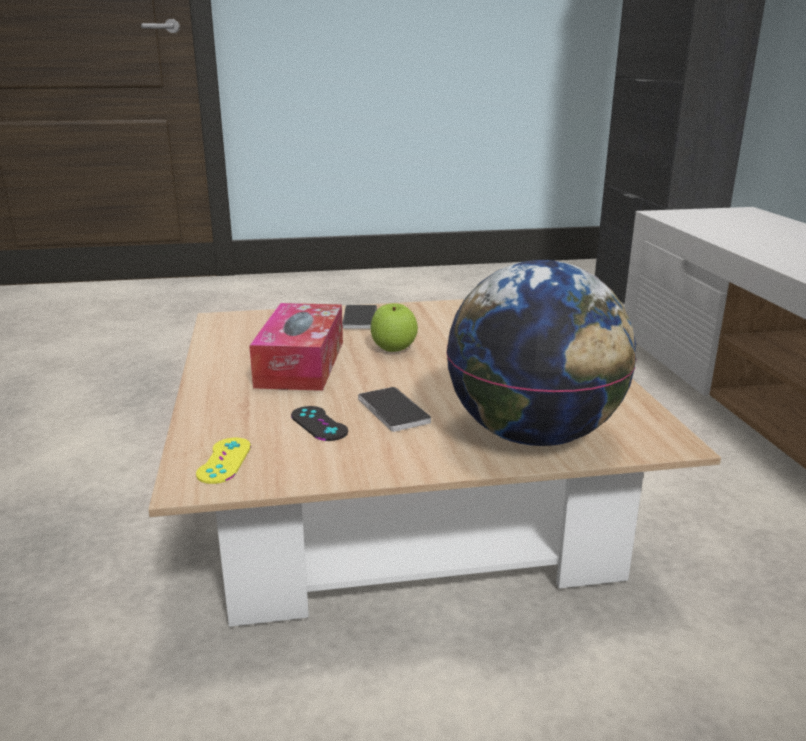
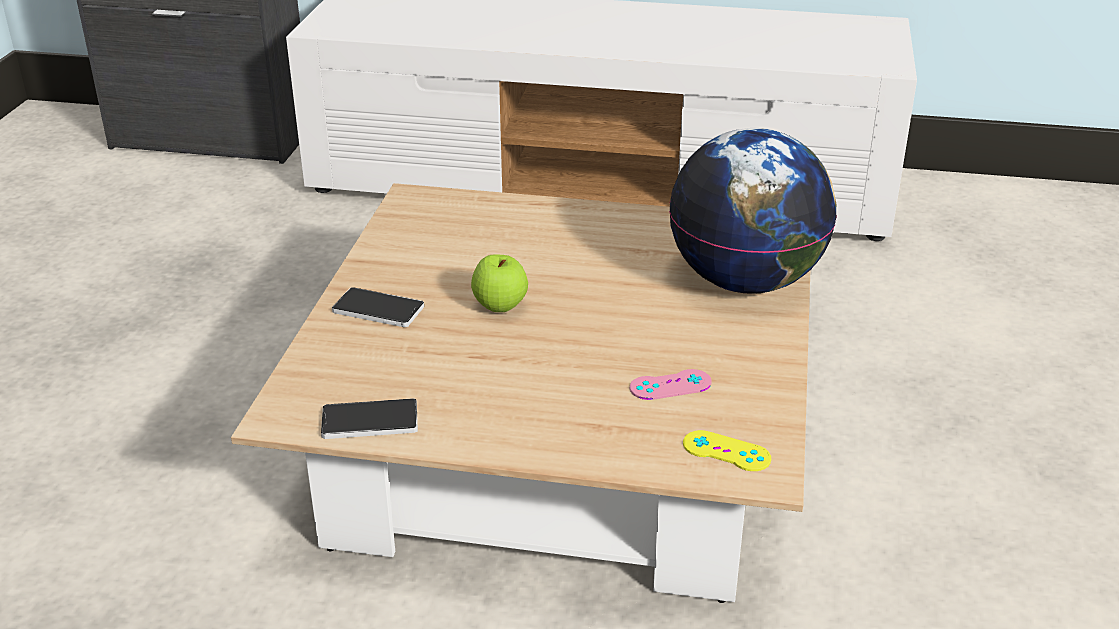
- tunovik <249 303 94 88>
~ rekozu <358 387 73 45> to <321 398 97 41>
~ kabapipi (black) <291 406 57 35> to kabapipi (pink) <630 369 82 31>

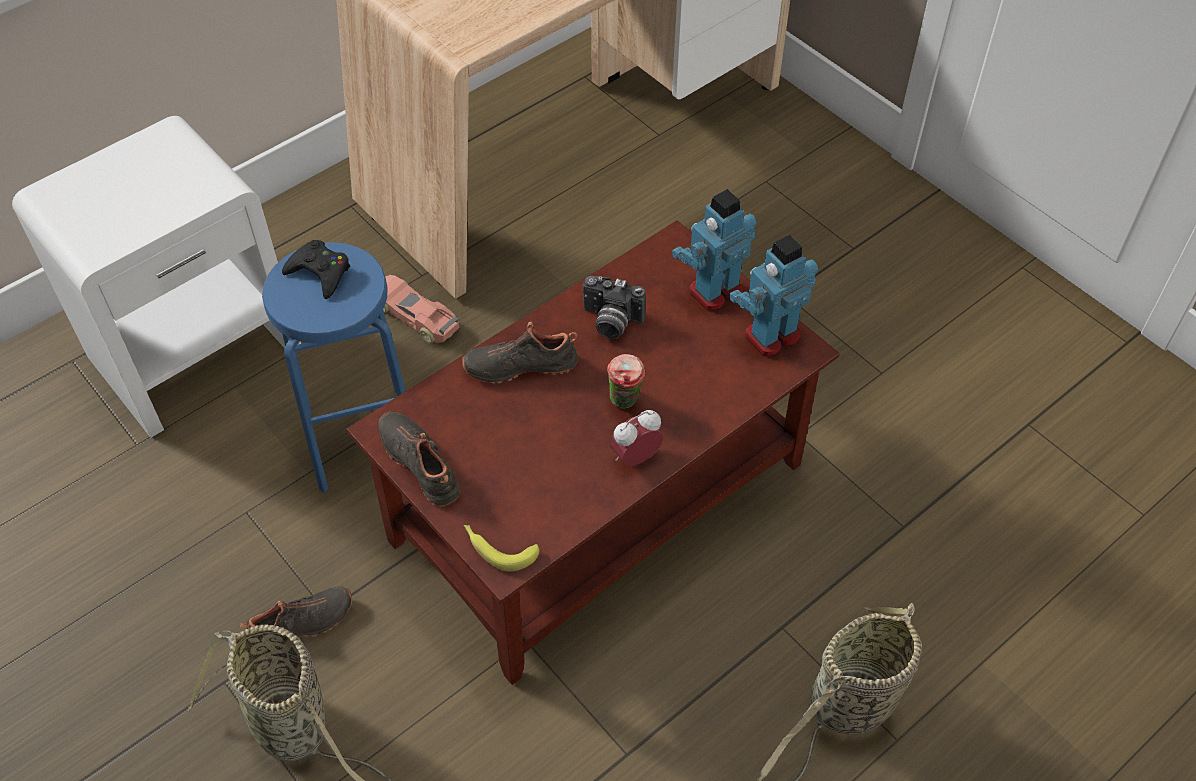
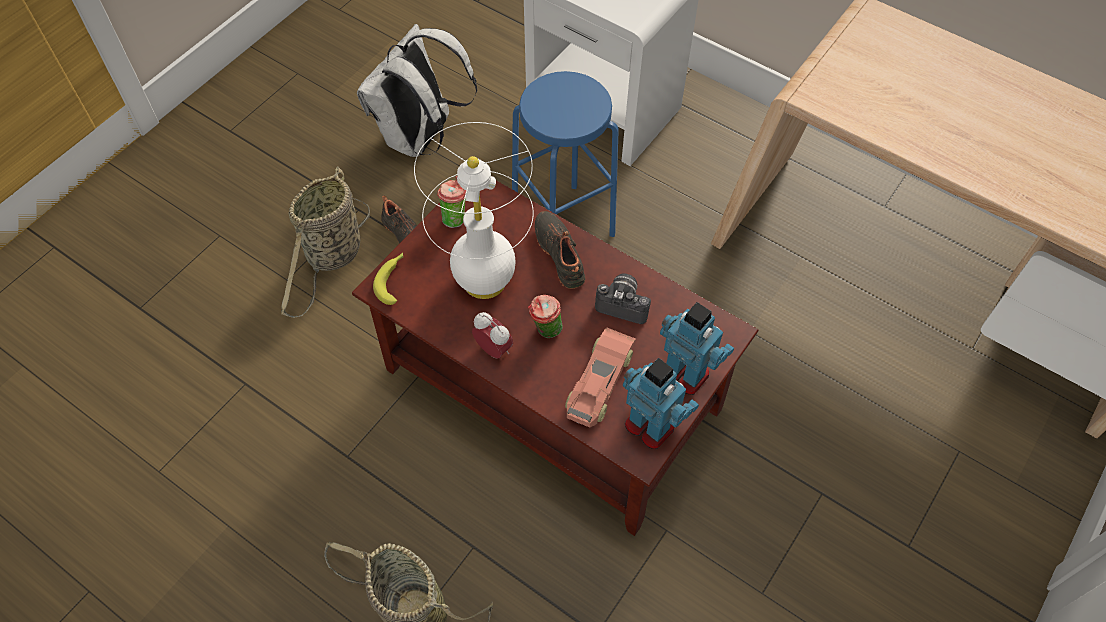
- kabapipi (black) <282 240 68 59>
+ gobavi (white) <357 24 120 133>
+ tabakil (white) <414 122 120 177>
~ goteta <383 275 76 68> to <565 328 71 100>
~ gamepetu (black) <378 411 82 95> to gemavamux <437 176 29 52>
~ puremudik <583 276 63 63> = <595 274 56 50> 105 degrees clockwise

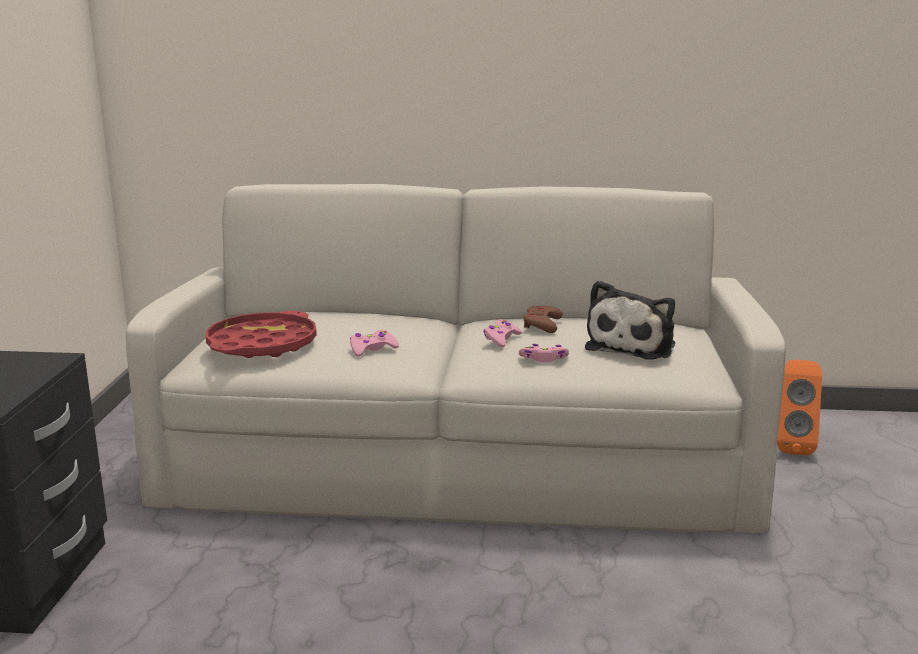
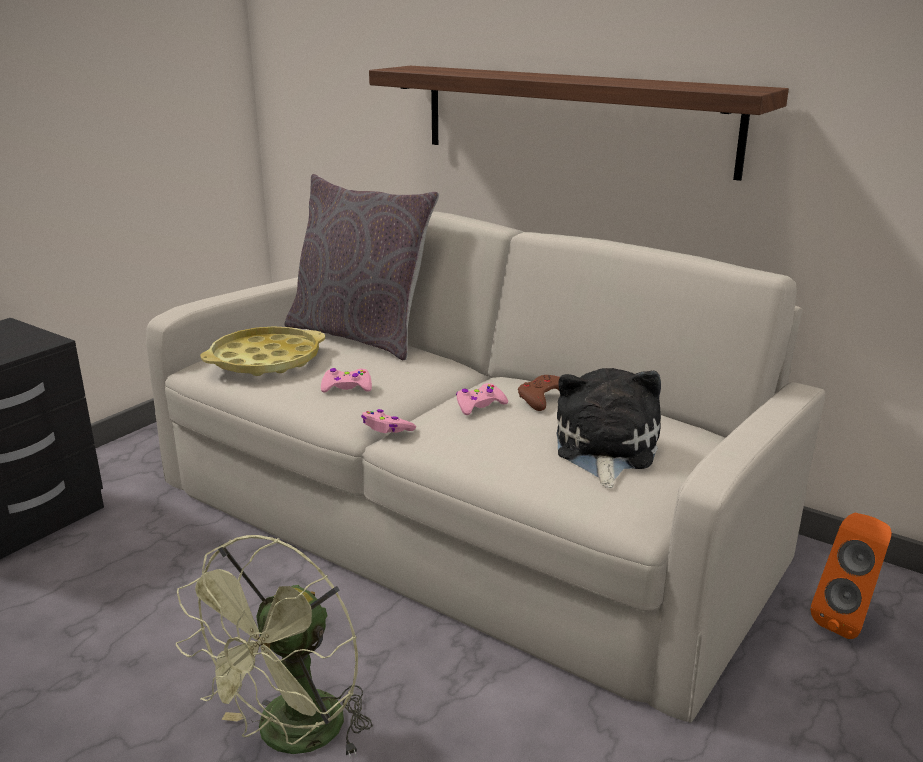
+ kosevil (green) <176 535 197 224>
+ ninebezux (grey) <285 174 154 187>
+ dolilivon <369 66 420 115>
~ kabapipi (pink) <519 344 50 18> to <361 409 55 24>
~ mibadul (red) <206 311 111 47> to mibadul (yellow) <200 326 125 50>
~ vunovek <585 280 90 80> = <557 368 104 120> 135 degrees clockwise

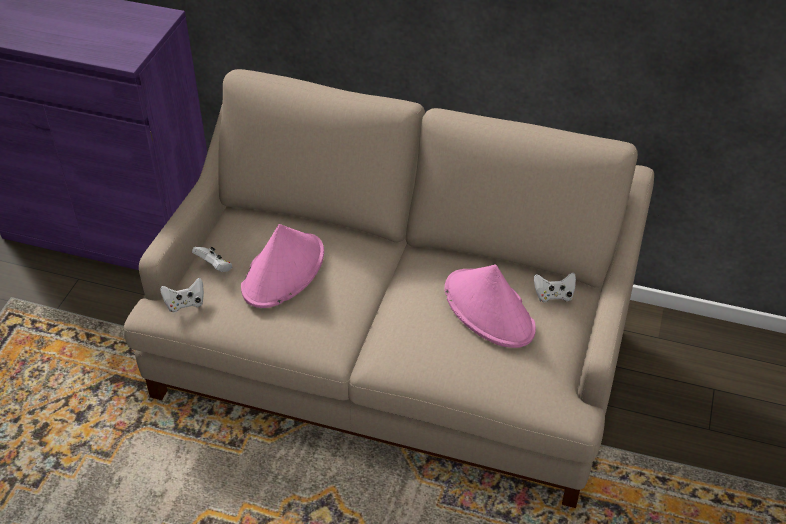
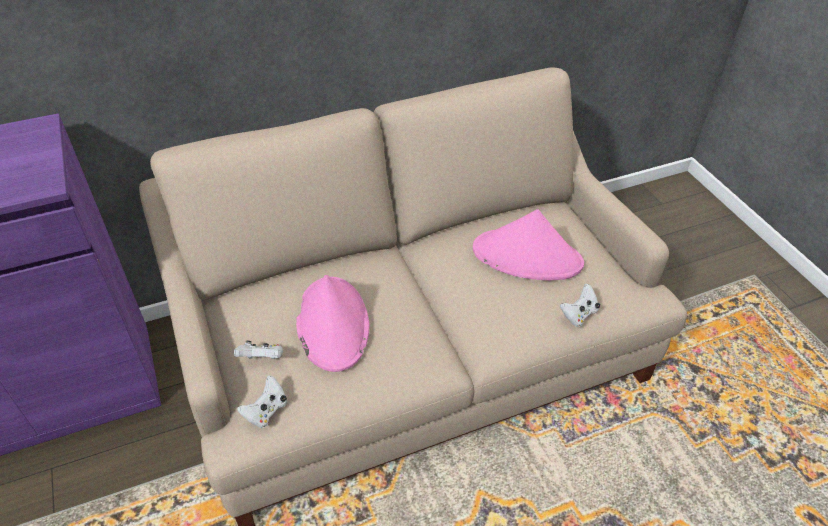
~ kabapipi (white) <534 272 42 30> to <560 284 40 43>

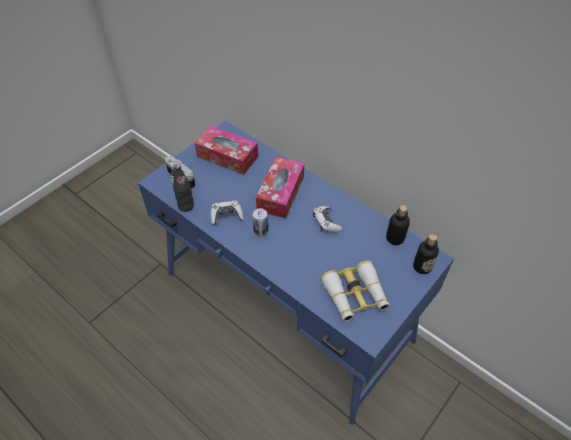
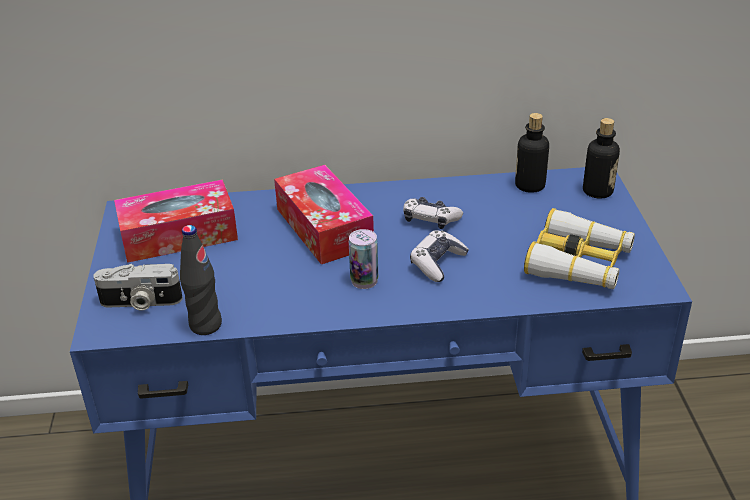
~ kabapipi <211 200 33 25> to <410 230 59 52>

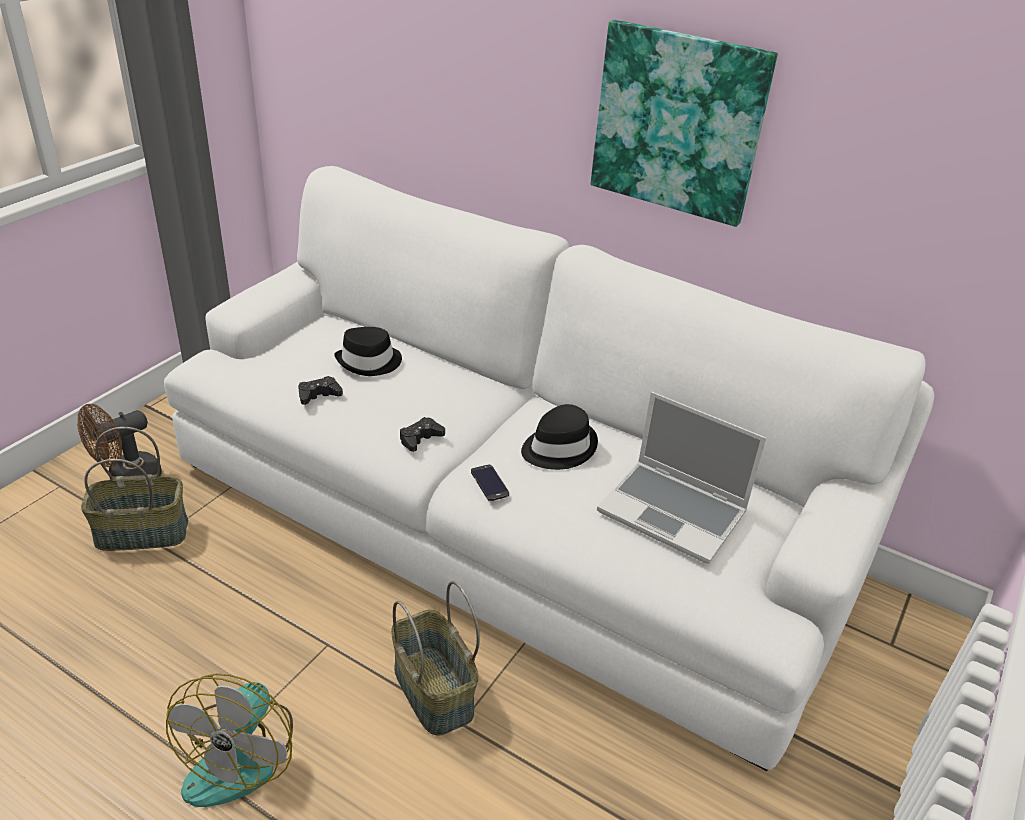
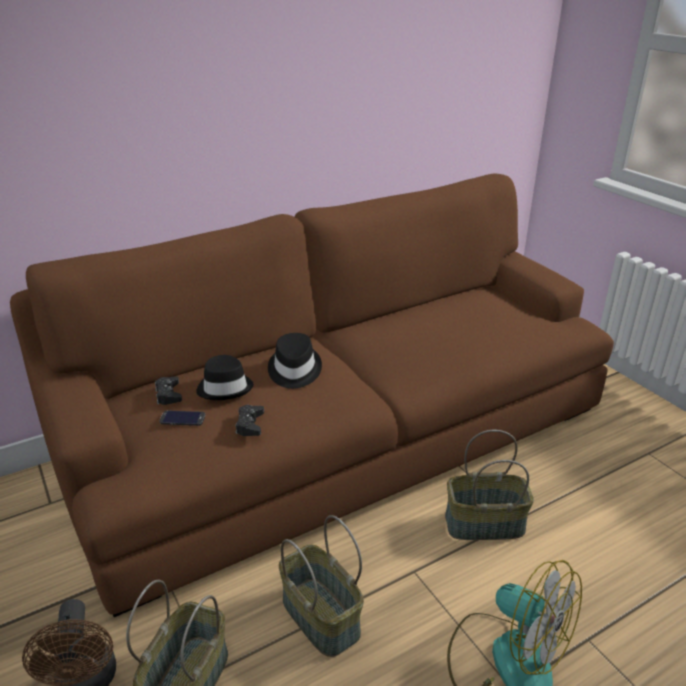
- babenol <591 20 187 207>
- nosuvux <597 392 169 172>
+ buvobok <279 515 85 142>
~ kabapipi (black) <400 417 45 35> to <155 376 27 29>
~ rekozu <471 464 38 37> to <159 410 47 16>
~ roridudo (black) <521 404 77 66> to <268 333 54 56>
~ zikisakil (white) <164 166 771 605> to zikisakil (brown) <10 174 604 443>

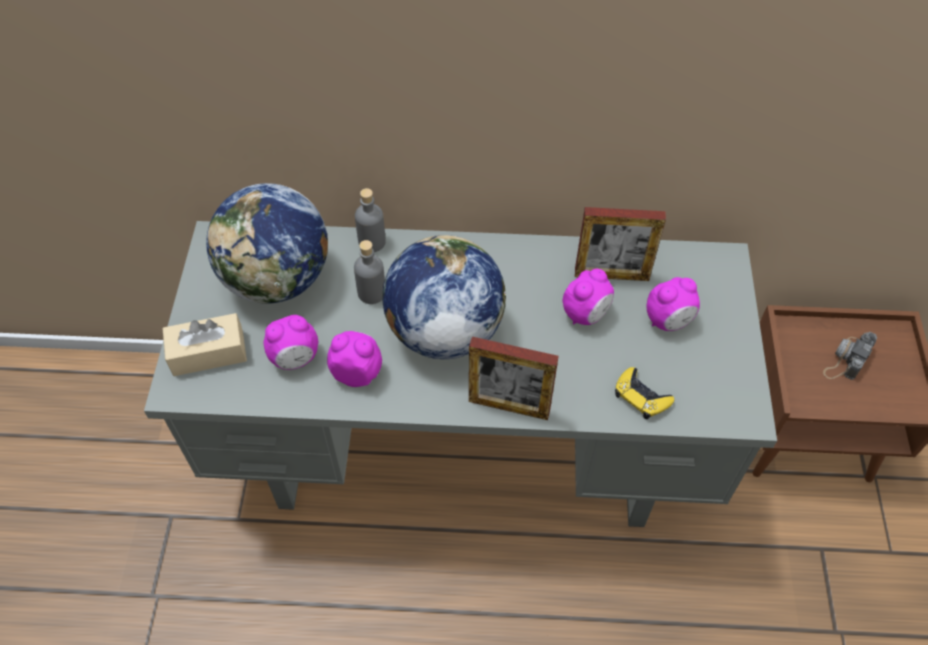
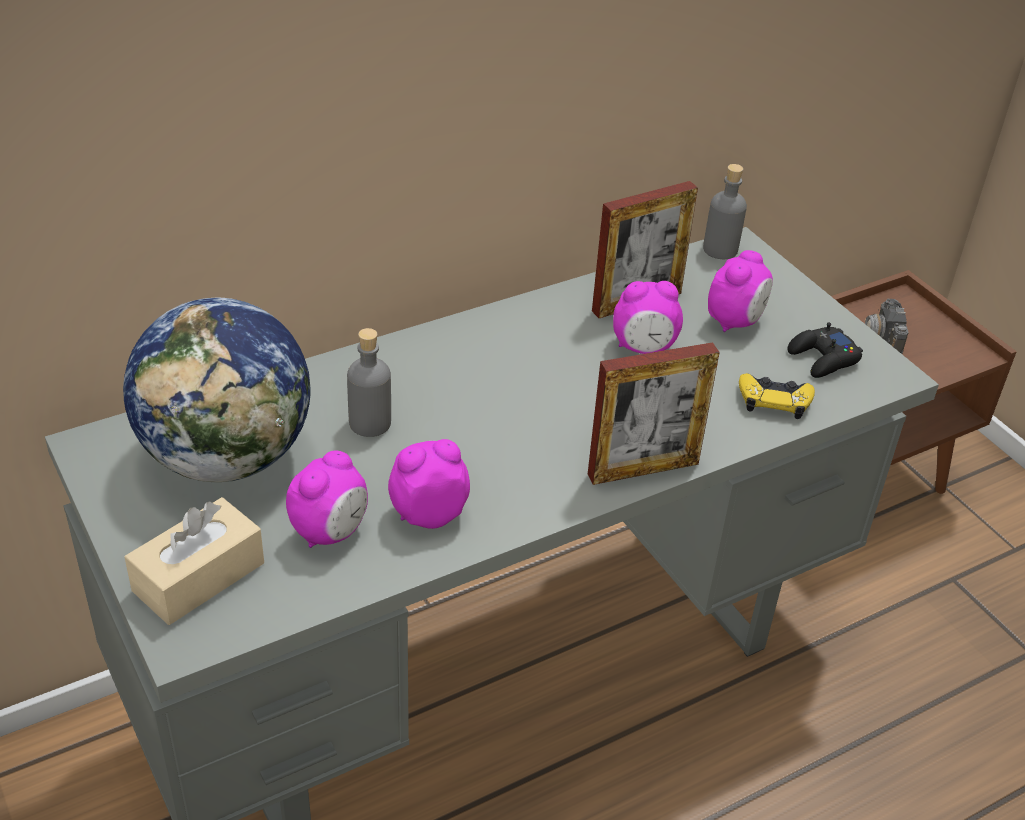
- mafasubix <382 235 124 124>
+ kabapipi (black) <787 322 76 56>
~ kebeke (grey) <355 188 31 64> to <703 164 44 95>
~ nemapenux <563 269 51 56> = <613 281 70 73> 75 degrees clockwise

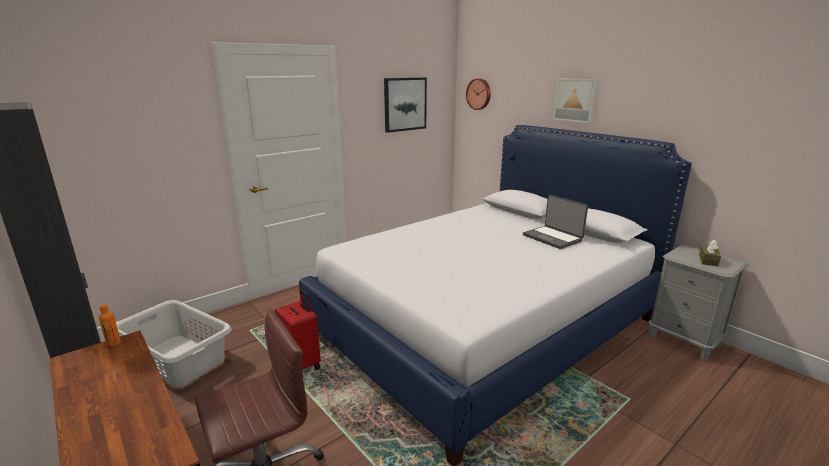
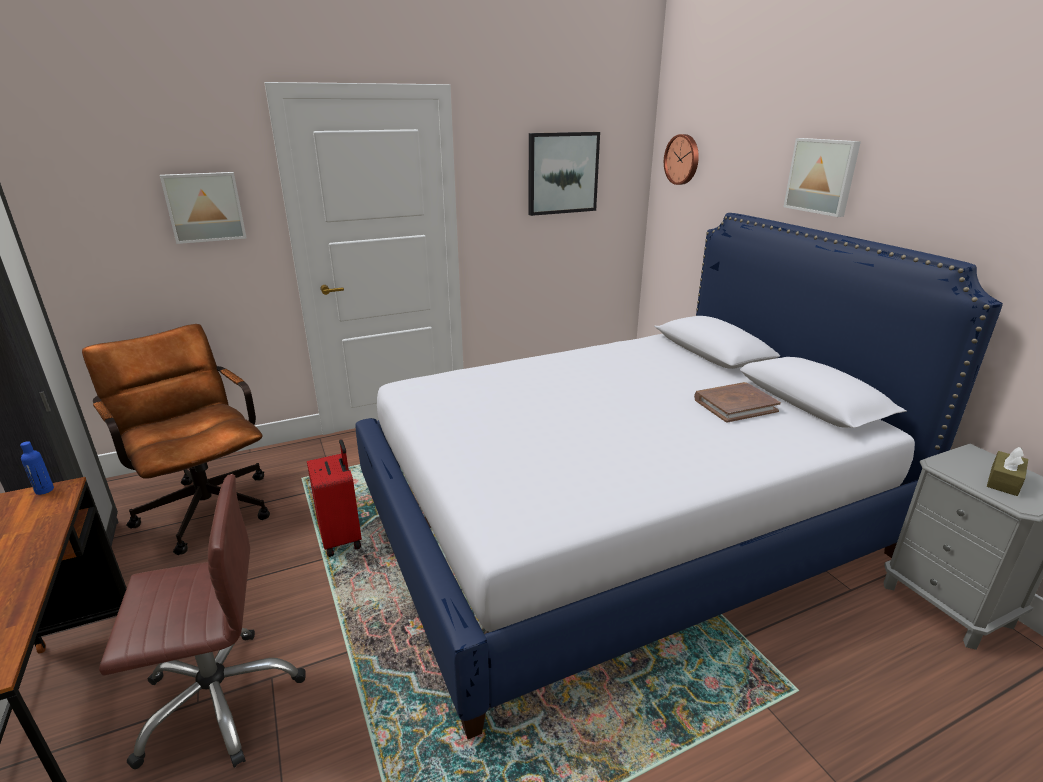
+ babenol <160 172 87 72>
~ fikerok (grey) <116 300 116 87> to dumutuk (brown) <82 324 188 231>
~ nosuvux <523 195 65 54> to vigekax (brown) <694 382 87 41>
~ kebeke (orange) <99 304 22 43> to kebeke (blue) <20 441 34 54>

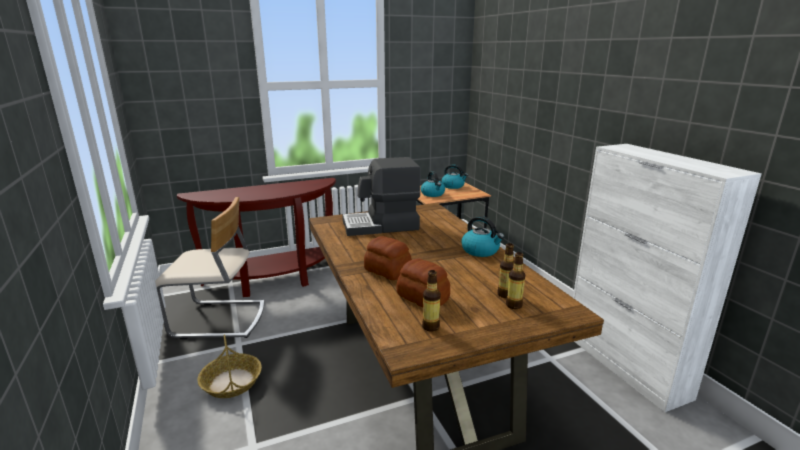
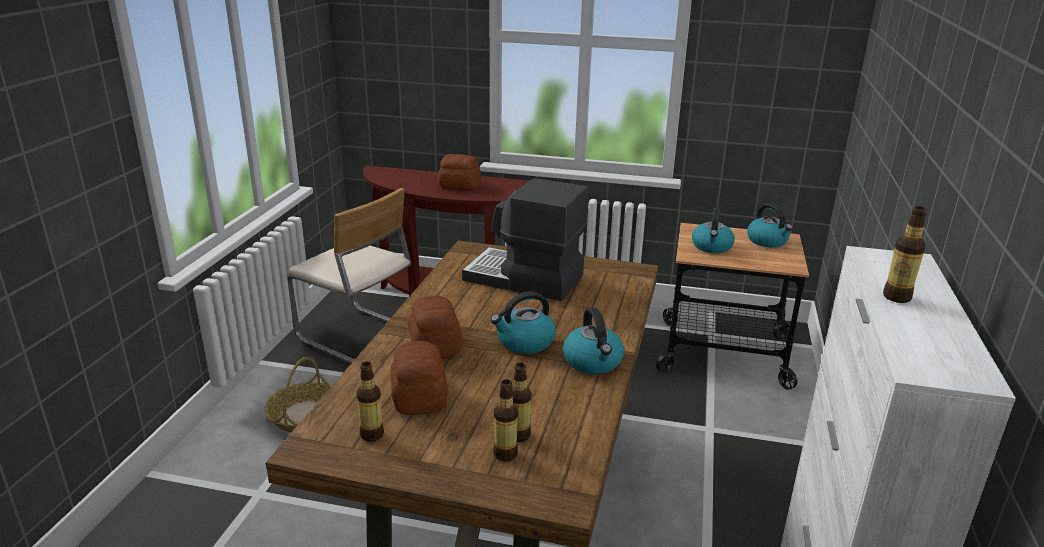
+ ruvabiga <438 154 43 36>
+ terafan <491 291 65 63>
+ kebeke <883 206 44 97>

